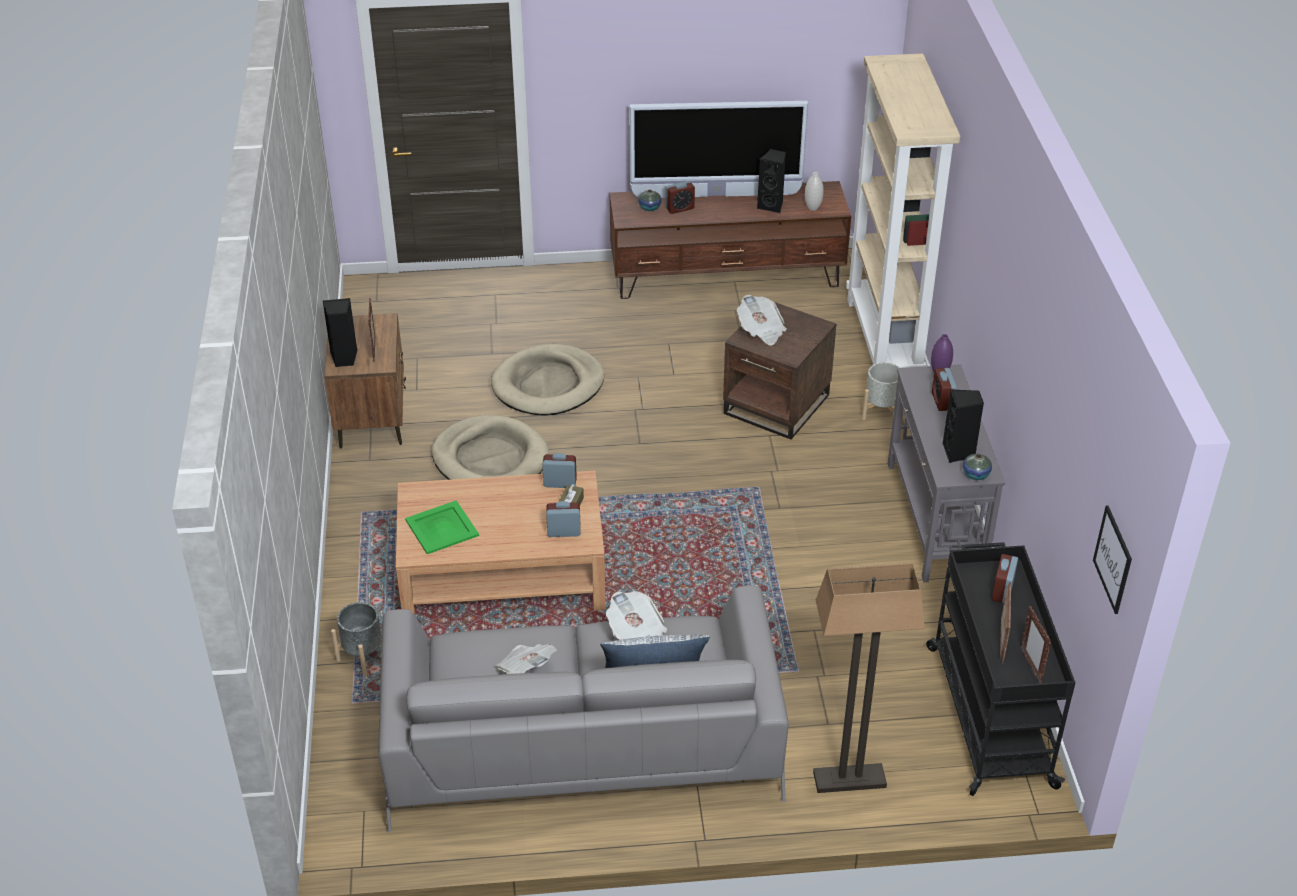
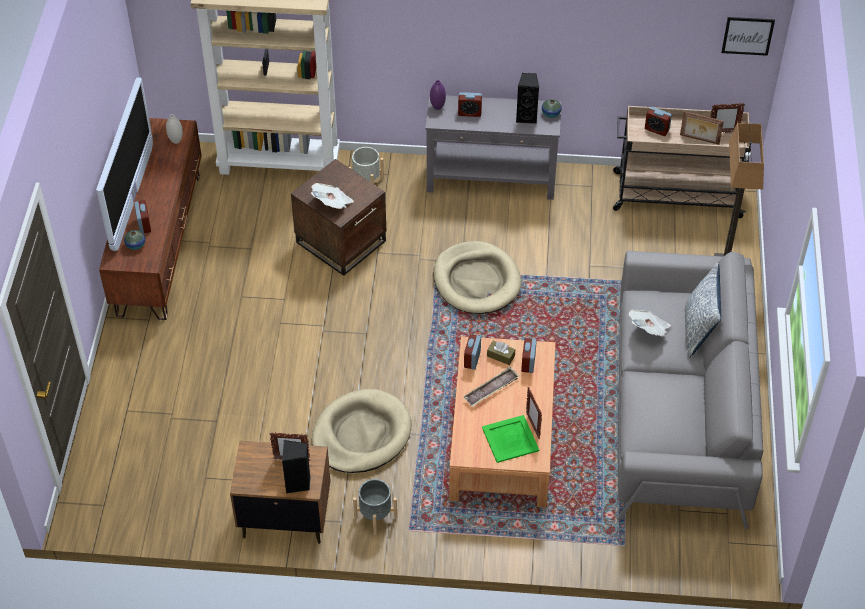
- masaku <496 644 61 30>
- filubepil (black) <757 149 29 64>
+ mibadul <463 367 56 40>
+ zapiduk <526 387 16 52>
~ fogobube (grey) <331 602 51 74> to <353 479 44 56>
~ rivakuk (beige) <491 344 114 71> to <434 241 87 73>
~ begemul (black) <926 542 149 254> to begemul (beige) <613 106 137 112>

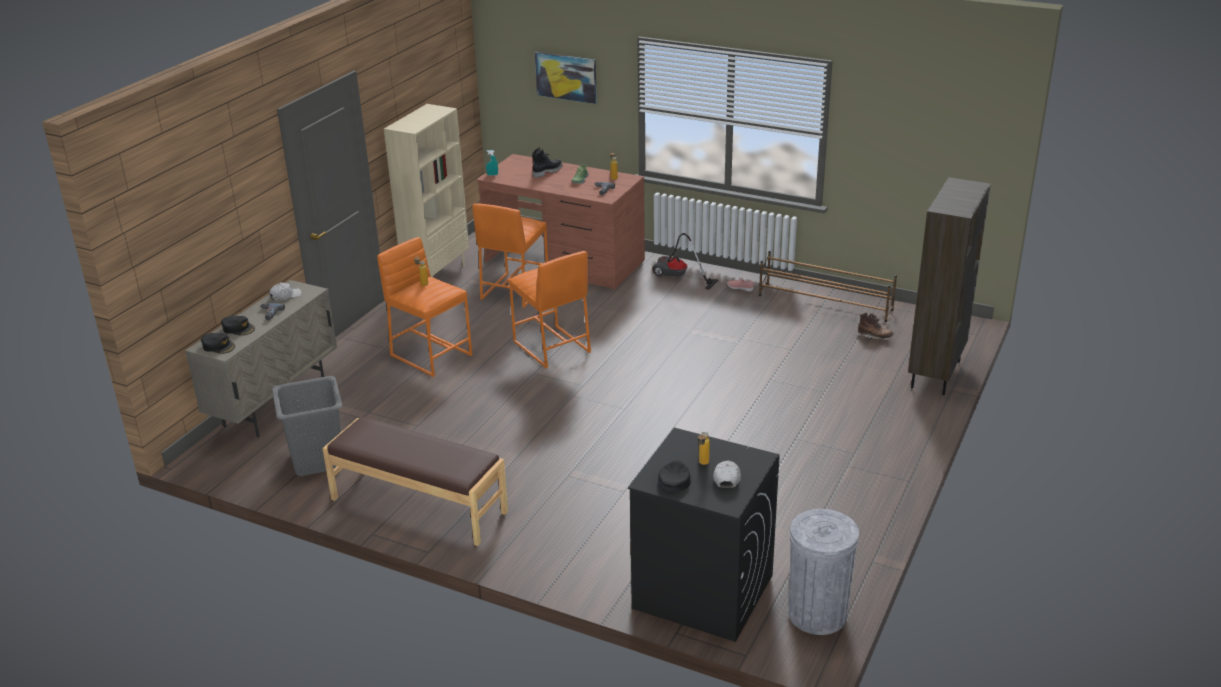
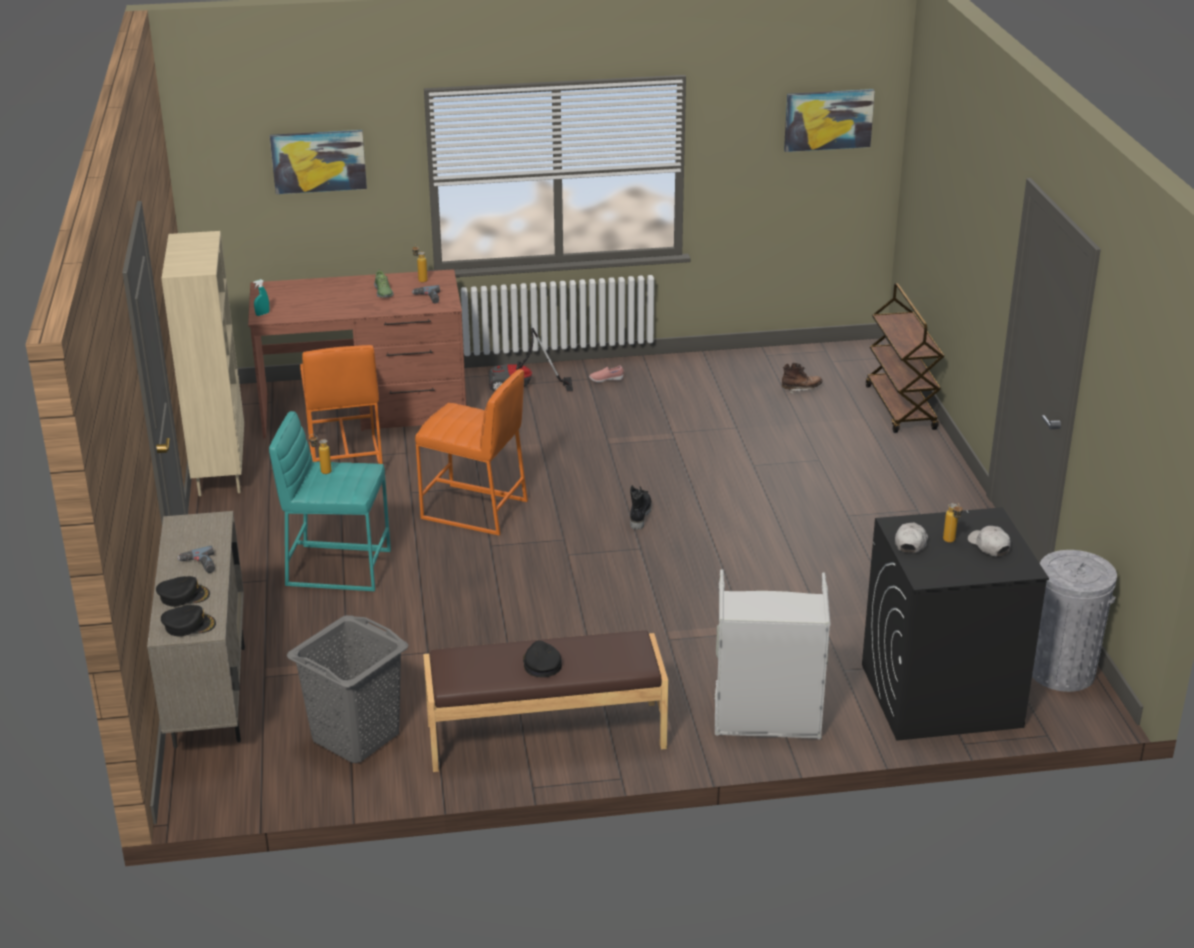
- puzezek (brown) <759 251 138 71>
+ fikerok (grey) <715 569 116 170>
+ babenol <784 89 91 63>
~ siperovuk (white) <269 283 33 18> to <895 523 33 30>
~ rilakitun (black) <532 148 31 30> to <630 485 22 45>
~ siperovuk (black) <658 460 34 32> to <523 640 39 37>
~ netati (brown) <908 177 83 218> to begemul (brown) <866 283 78 150>
~ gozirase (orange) <377 237 95 140> to gozirase (turquoise) <269 411 122 180>

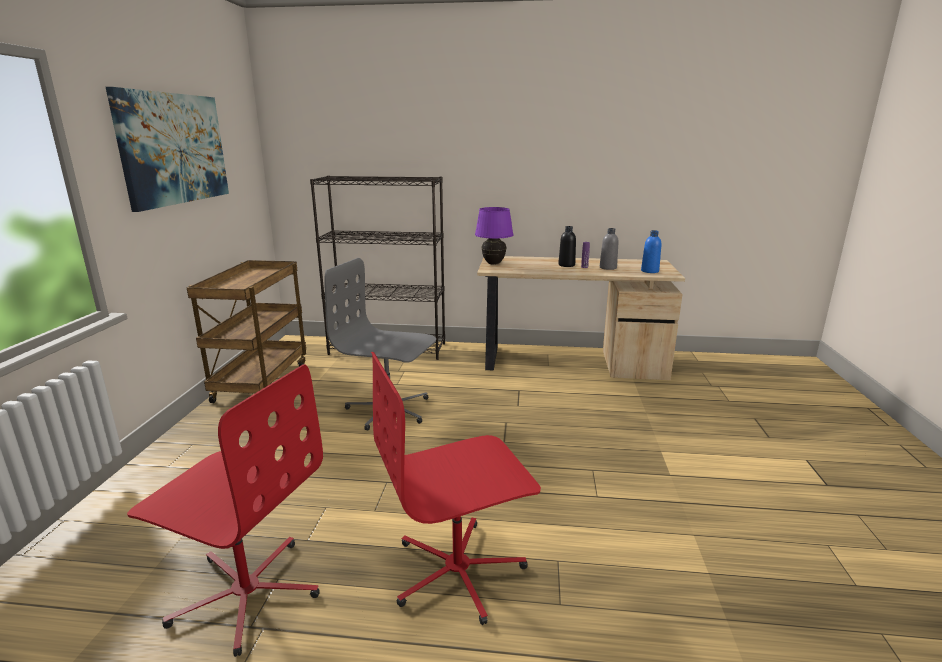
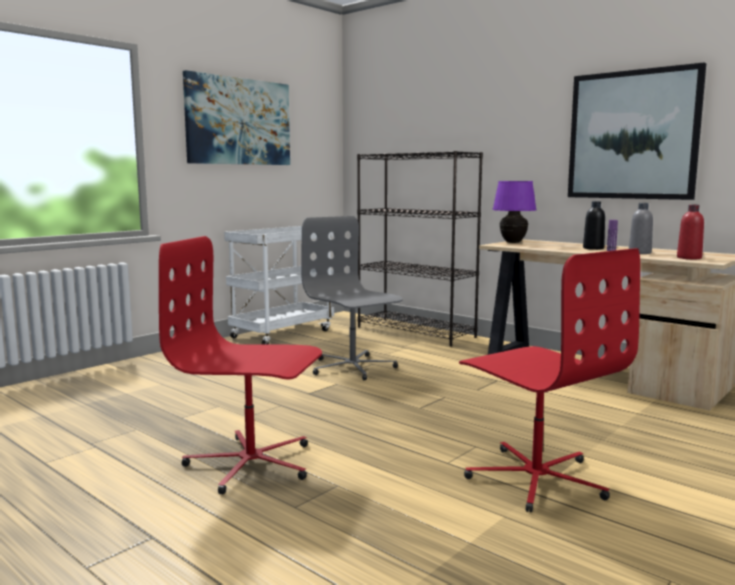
+ babenol <568 62 138 138>
~ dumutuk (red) <127 364 196 293> to <459 248 181 265>
~ begemul (brown) <187 260 119 143> to begemul (white) <224 226 110 119>
~ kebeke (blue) <641 230 20 43> to kebeke (red) <677 205 27 54>

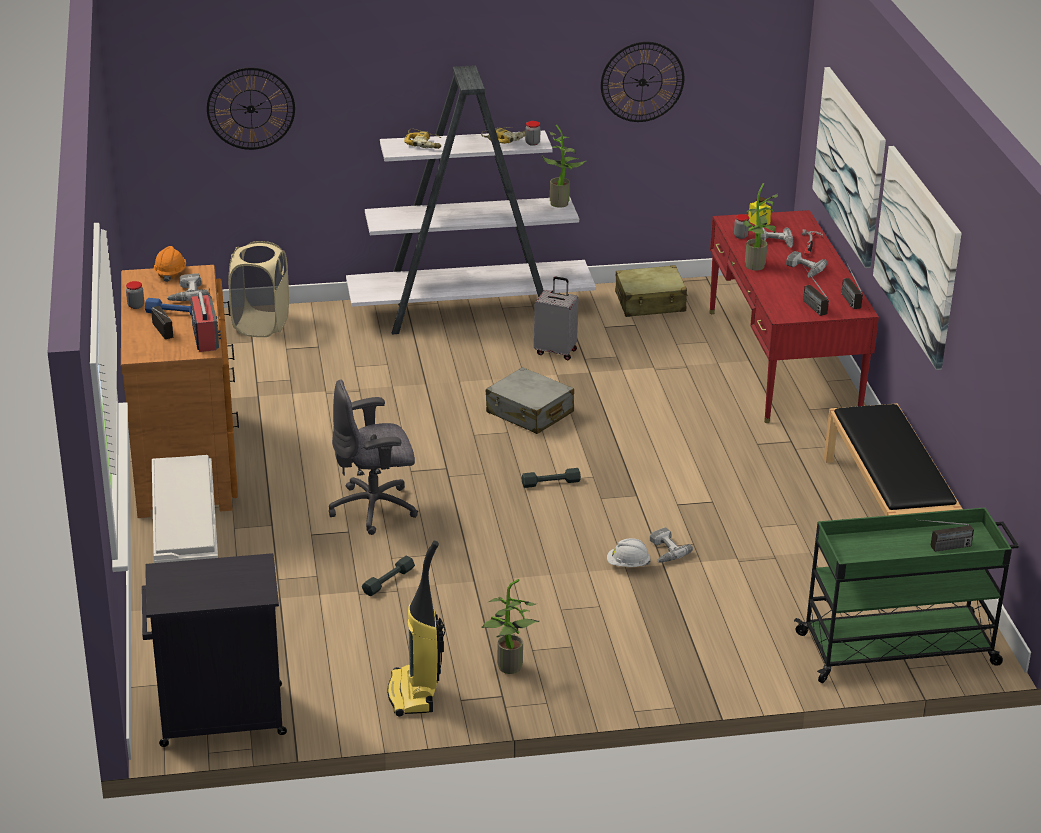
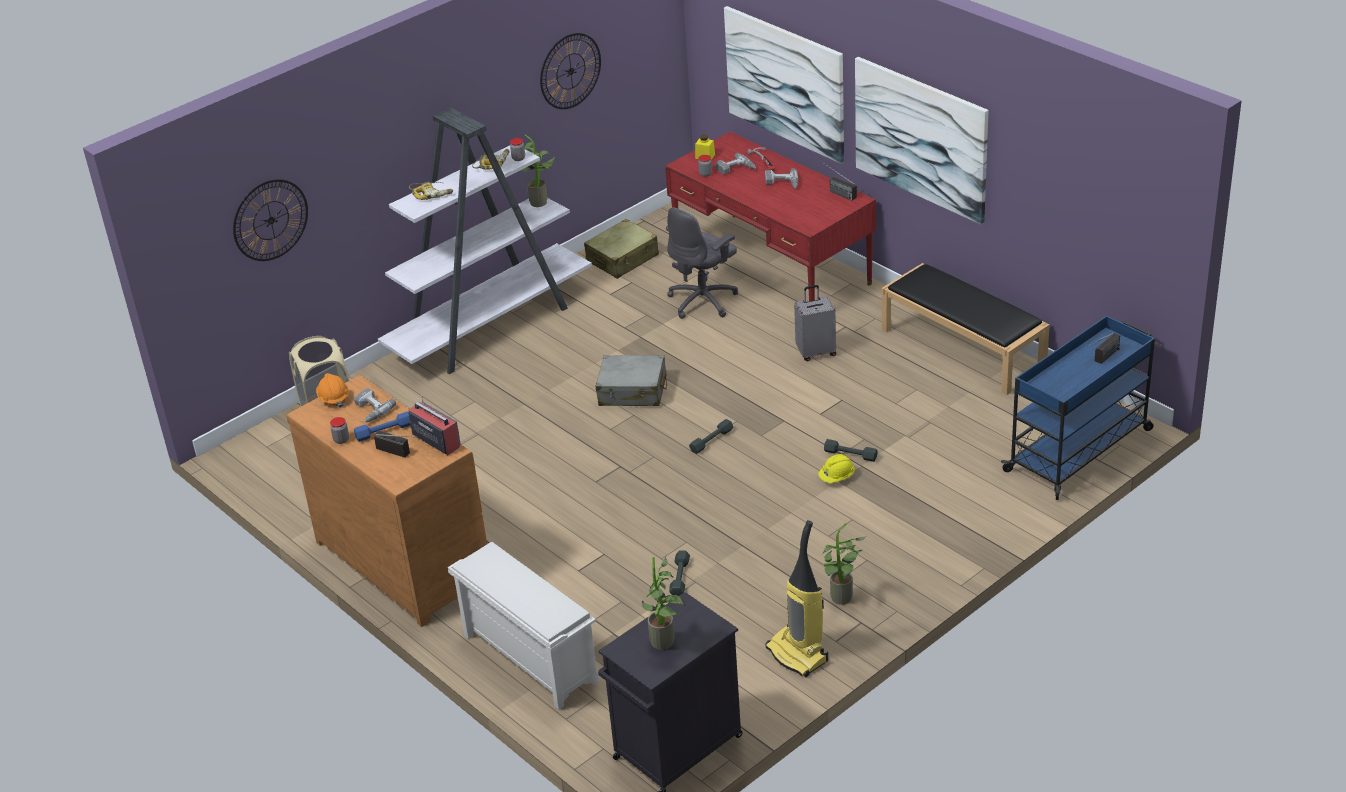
- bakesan <803 268 26 48>
~ dumutuk (grey) <329 379 89 156> to <666 207 72 112>
~ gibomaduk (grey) <534 277 45 83> to <794 285 42 76>
~ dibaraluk <743 183 35 88> to <642 557 44 93>
~ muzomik <650 527 43 36> to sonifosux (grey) <824 439 54 23>
~ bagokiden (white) <607 538 44 29> to bagokiden (yellow) <818 454 37 29>
~ begemul (green) <794 507 225 176> to begemul (blue) <1001 315 154 185>

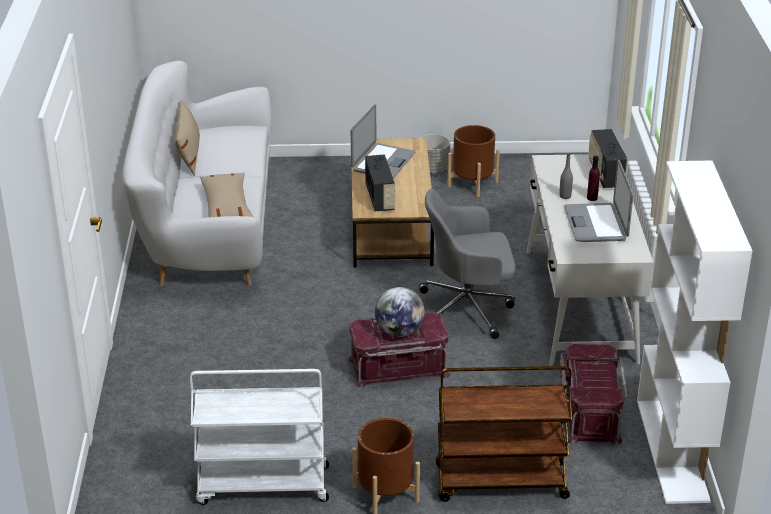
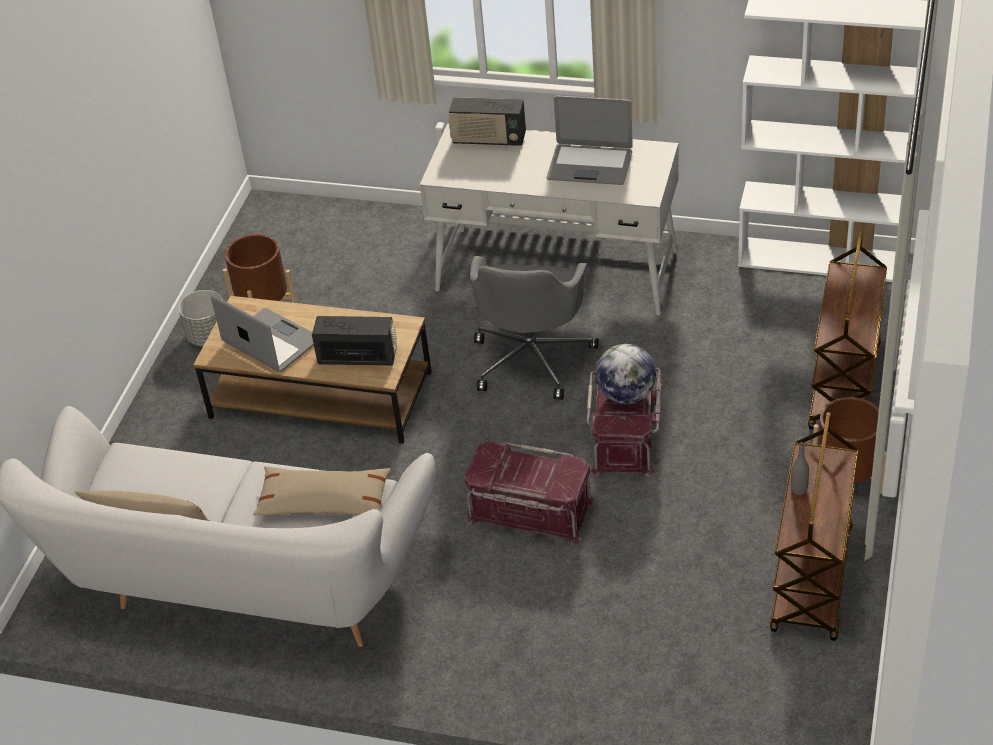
- kebeke (purple) <587 156 13 45>
~ kebeke (grey) <559 154 14 45> to <791 442 18 53>
~ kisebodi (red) <560 344 68 101> to <464 441 132 104>
~ begemul (white) <190 369 139 136> to begemul (brown) <770 412 88 229>

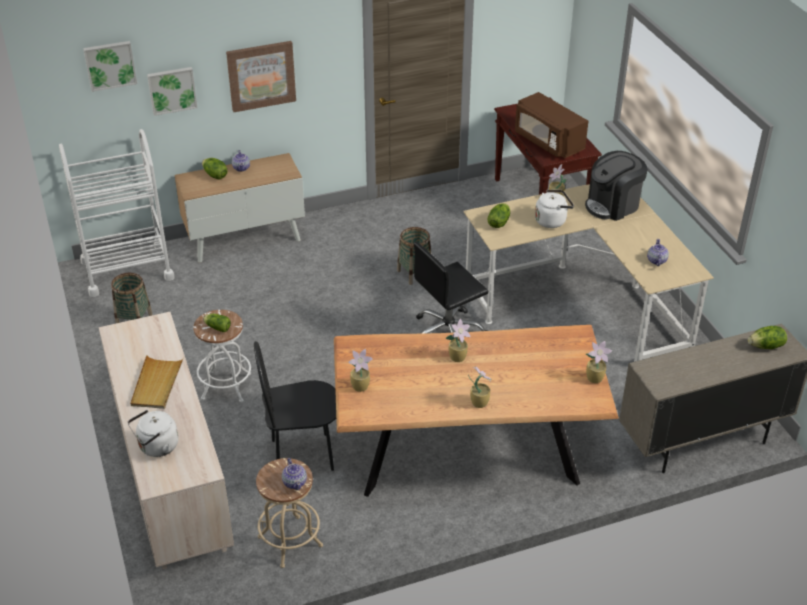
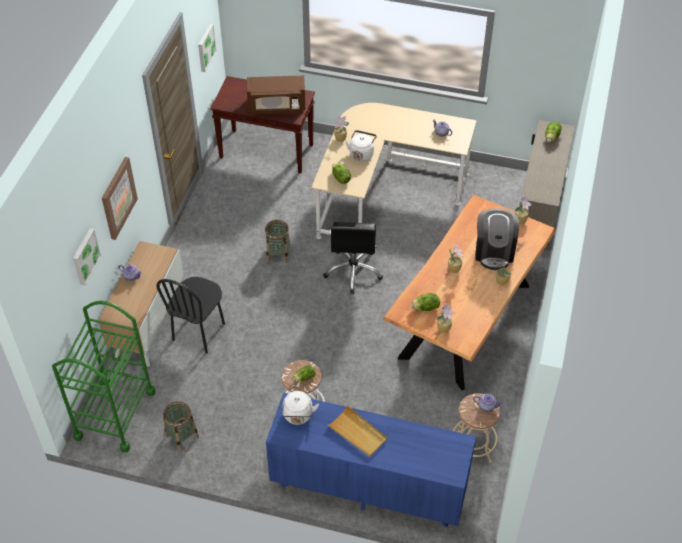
~ babenol <83 41 54 51> to <198 24 19 48>
~ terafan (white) <128 410 50 47> to <282 391 37 34>
~ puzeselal <202 158 26 21> to <411 293 29 18>
~ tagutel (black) <254 341 82 130> to <156 277 69 77>
~ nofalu <585 151 63 70> to <475 208 44 62>
~ begemul (white) <59 129 115 168> to begemul (green) <52 301 103 152>
~ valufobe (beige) <99 312 135 257> to valufobe (blue) <266 393 210 134>

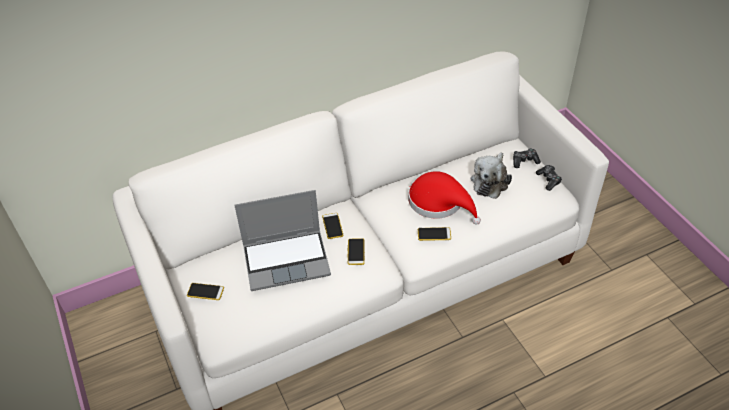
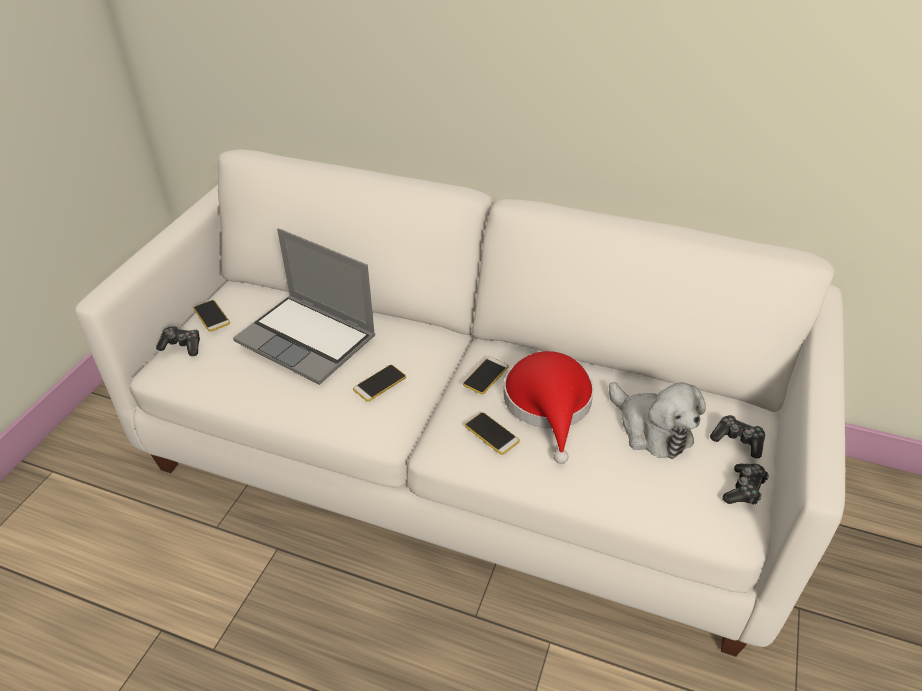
+ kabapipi <156 326 44 30>
~ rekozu <322 213 21 26> to <463 357 46 37>
~ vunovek <471 153 41 46> = <609 382 97 77> 105 degrees counterclockwise

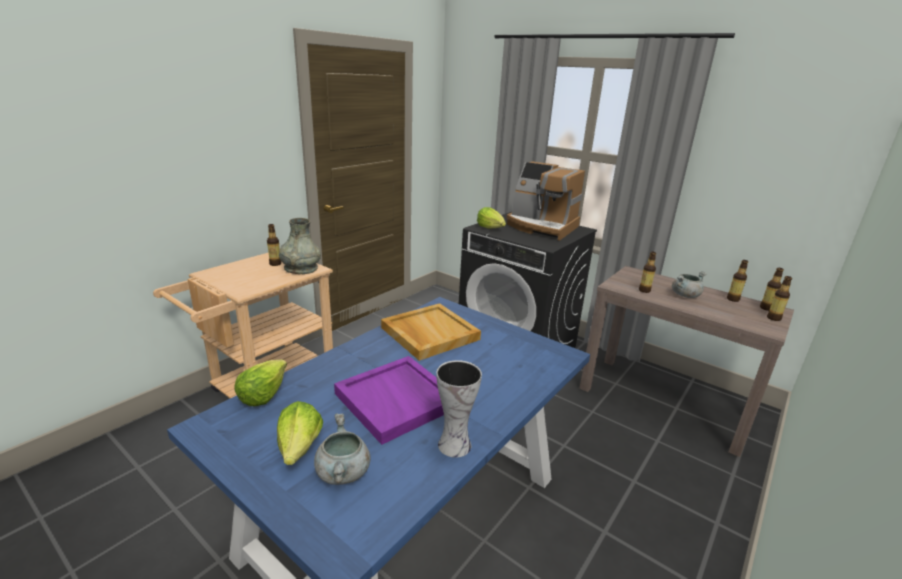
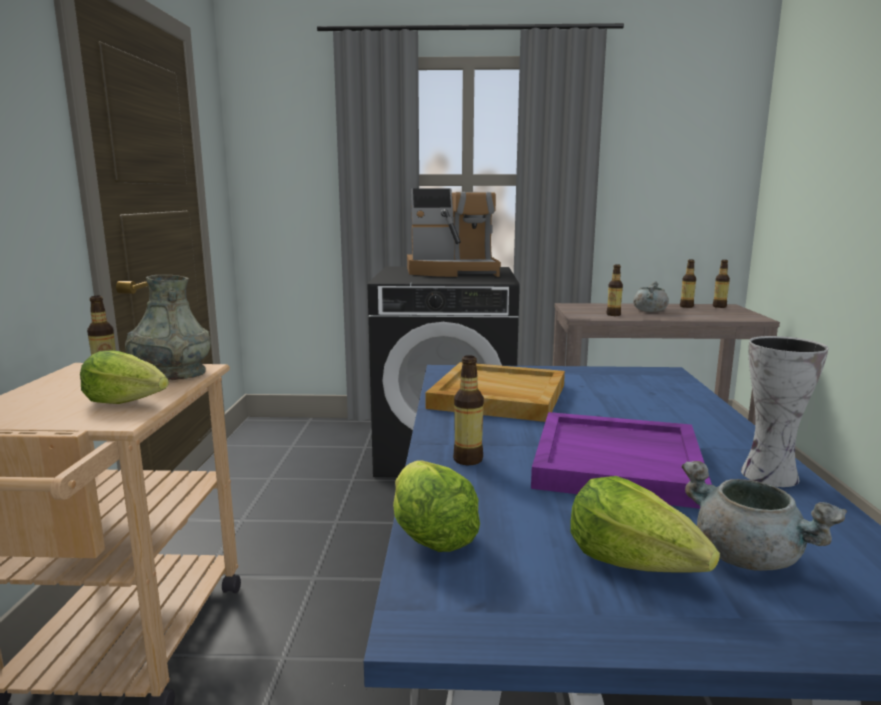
~ puzeselal <477 207 29 21> to <80 350 89 54>
~ kebeke <767 276 25 45> to <453 355 31 110>

